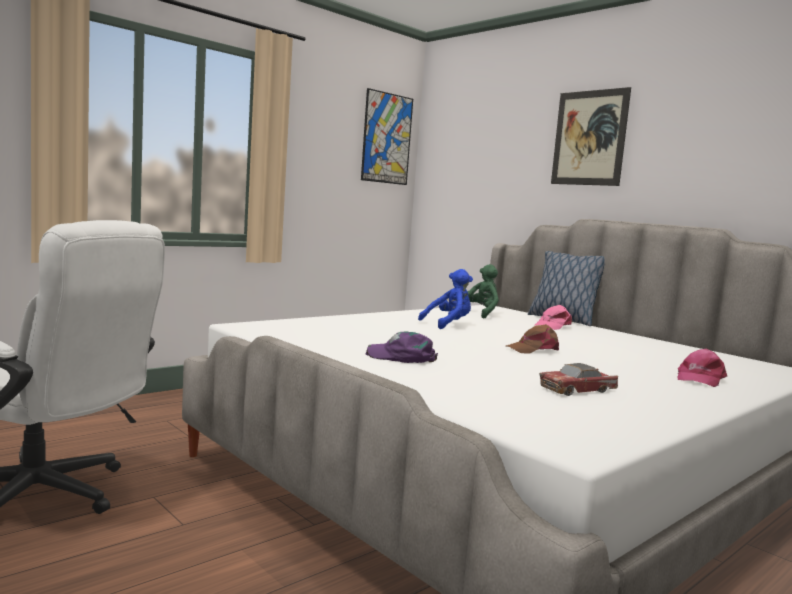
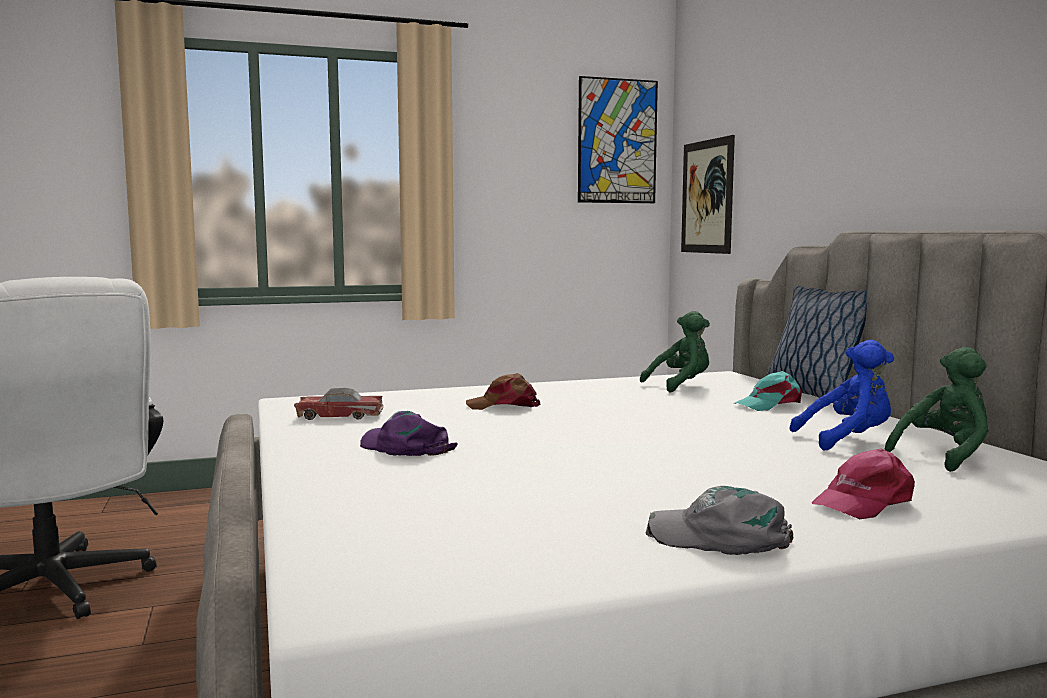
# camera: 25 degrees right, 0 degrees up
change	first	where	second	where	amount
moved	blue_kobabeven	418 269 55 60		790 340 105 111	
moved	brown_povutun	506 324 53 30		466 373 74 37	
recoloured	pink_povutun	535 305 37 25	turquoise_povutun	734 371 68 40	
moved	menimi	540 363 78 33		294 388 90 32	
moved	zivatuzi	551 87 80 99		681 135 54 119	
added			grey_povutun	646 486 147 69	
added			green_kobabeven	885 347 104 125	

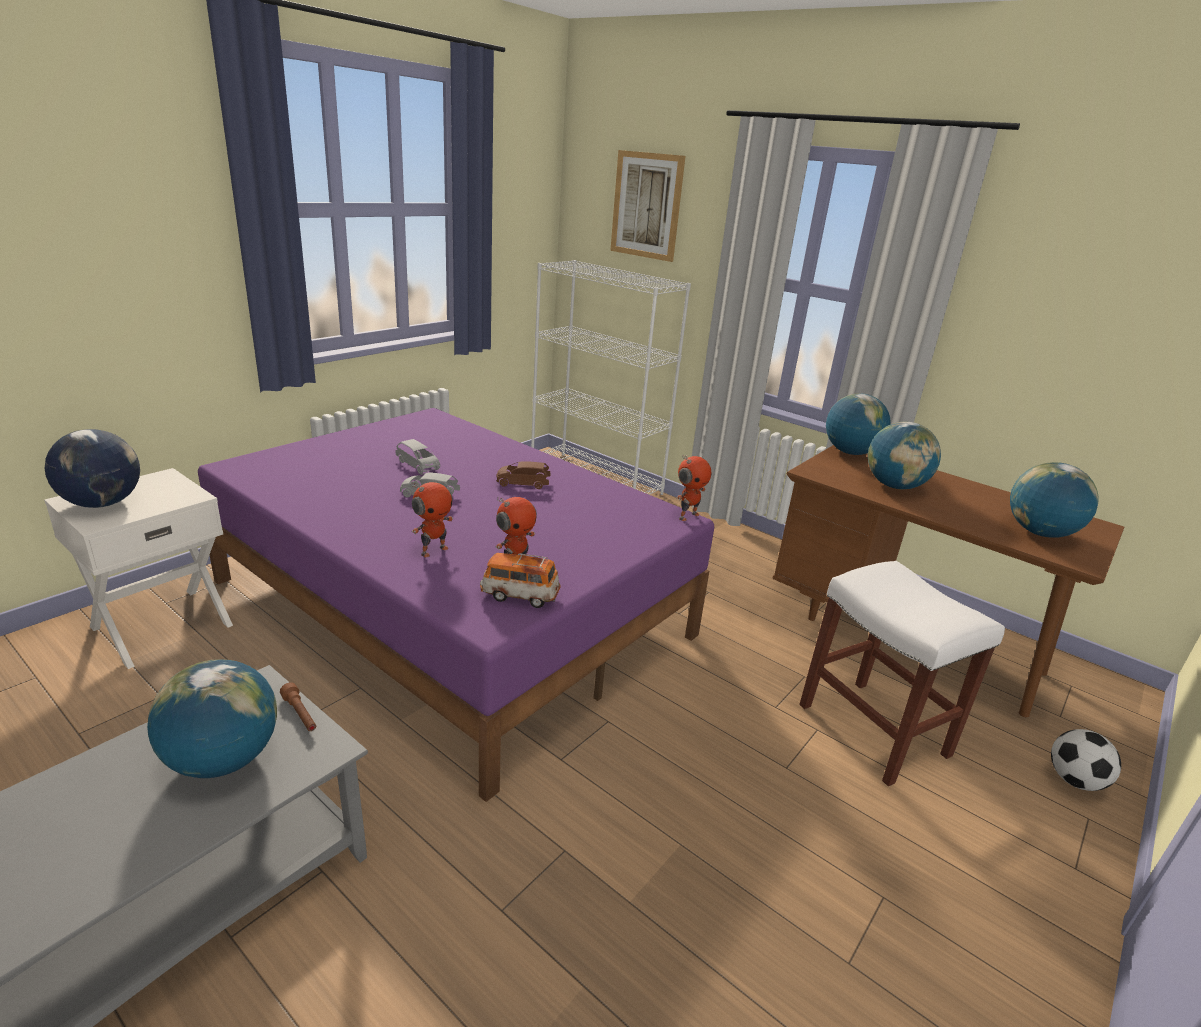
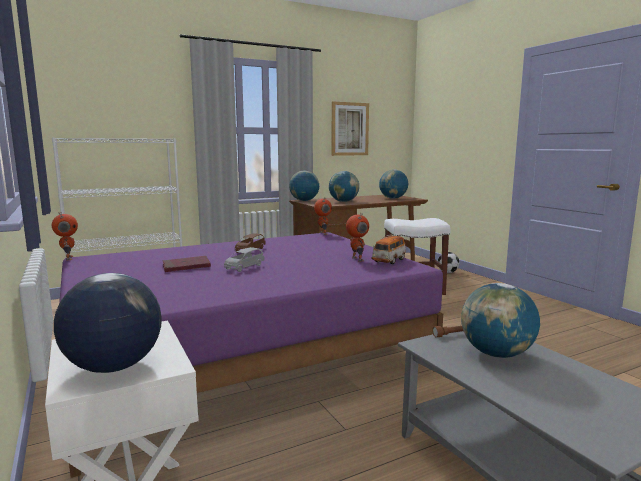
# camera: 65 degrees left, 15 degrees down
change	first	where	second	where	amount
replaced	grey_menimi	396 439 44 35	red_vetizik	163 256 48 16	
moved	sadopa	411 482 42 75		52 212 26 48	
moved	zivatuzi	610 150 75 112		331 102 38 54	

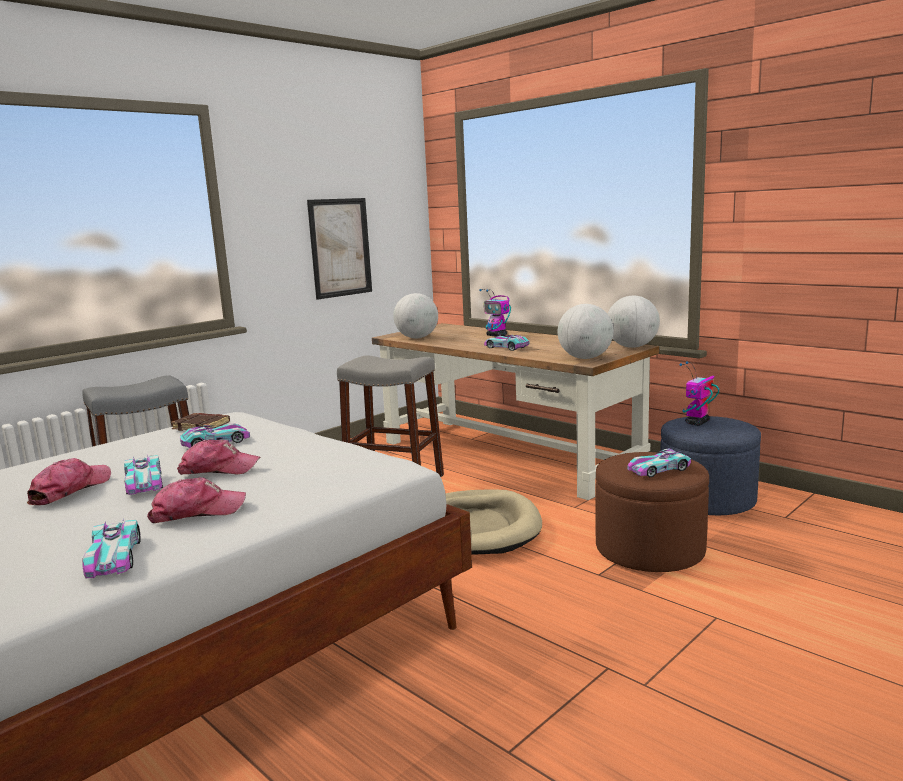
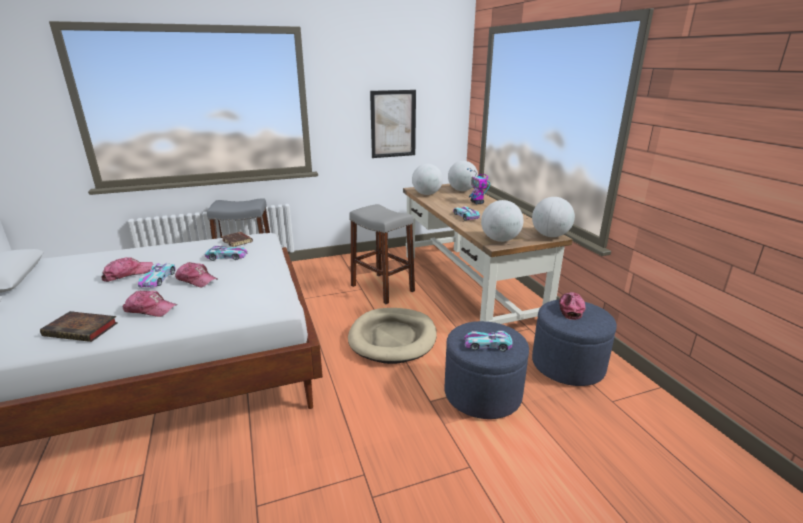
# camera: 25 degrees right, 10 degrees up
change	first	where	second	where	amount
replaced	menimi	82 519 59 59	vetizik	40 311 78 31	
recoloured	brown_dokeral	596 452 113 120	blue_dokeral	445 321 84 98	
replaced	sadopa	679 361 40 65	povutun	559 292 27 28	
added			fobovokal	448 161 30 30	

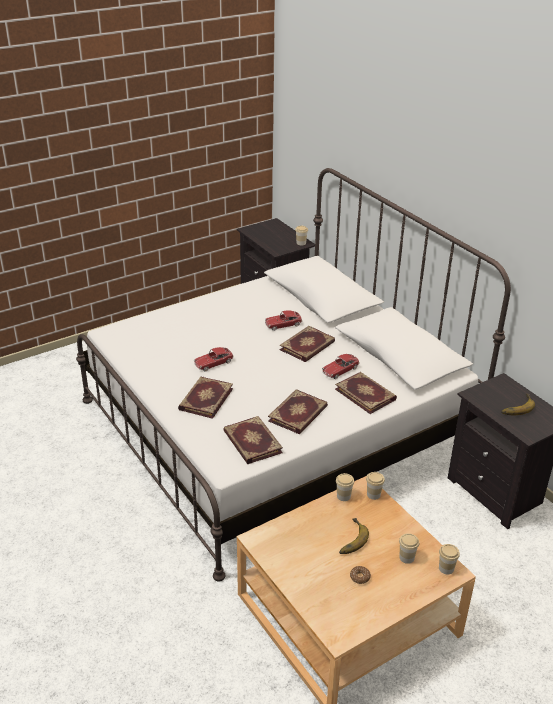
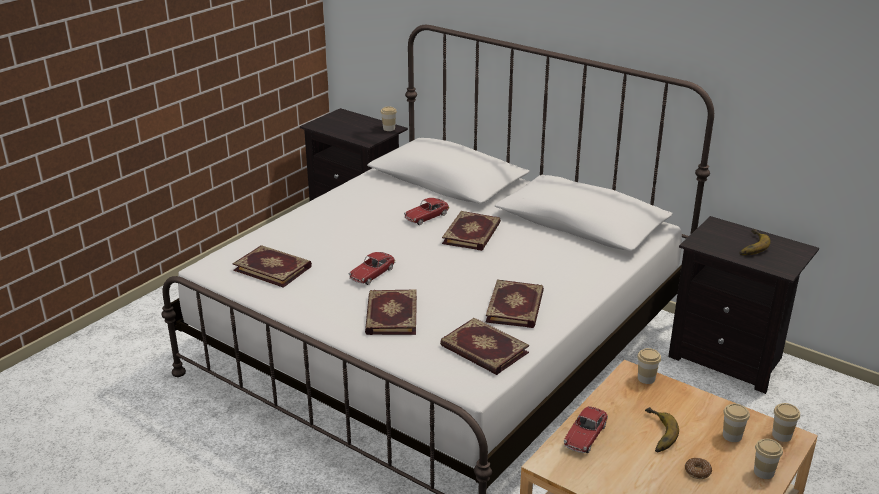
# camera: 20 degrees left, 5 degrees down
change	first	where	second	where	amount
moved	menimi	322 354 38 25		564 406 44 47	
moved	vetizik	335 372 62 42		233 245 79 43	
moved	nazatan	336 473 18 28		754 439 29 40	

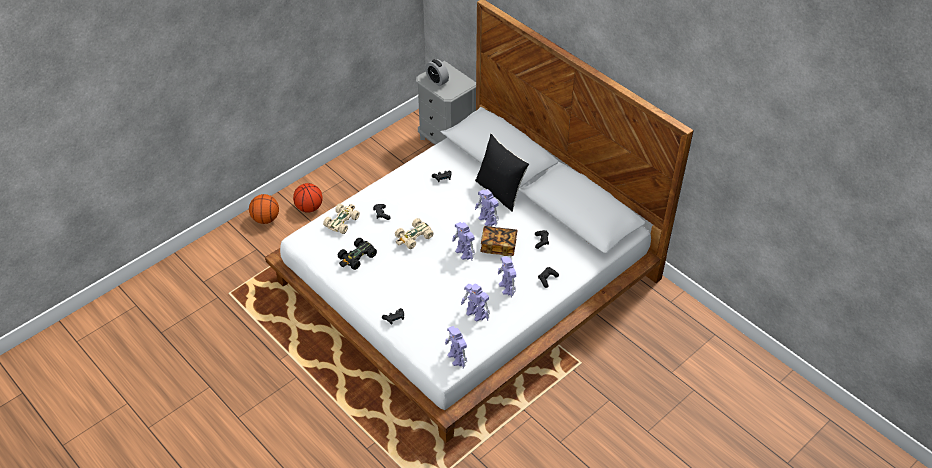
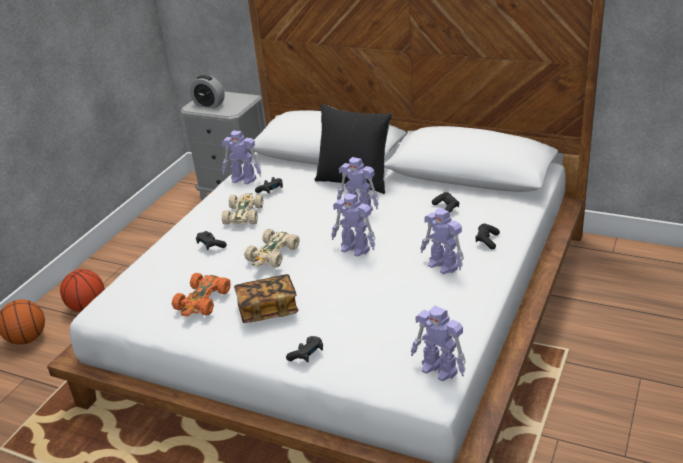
# camera: 20 degrees left, 15 degrees down
change	first	where	second	where	amount
moved	beige_menimi	323 203 37 31		222 193 42 32	
recoloured	black_menimi	337 238 40 32	orange_menimi	172 273 58 44	
moved	sadopa	461 283 29 39		222 131 39 53	
moved	vetizik	480 226 38 30		234 274 64 49	

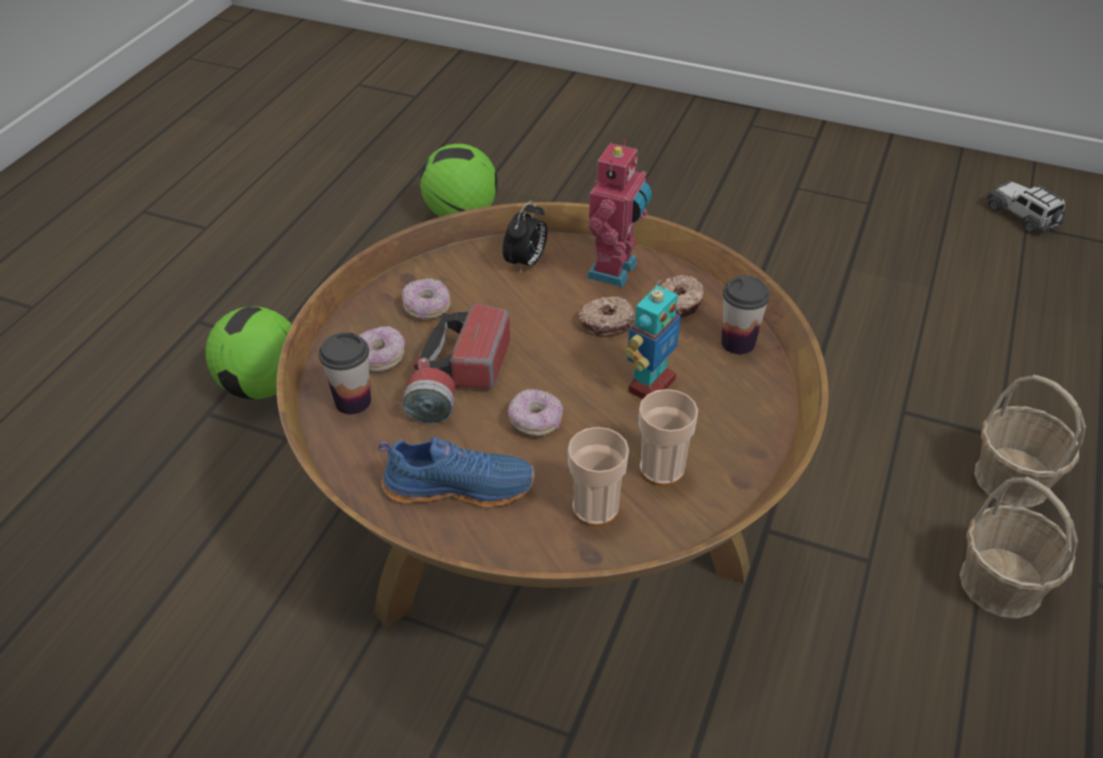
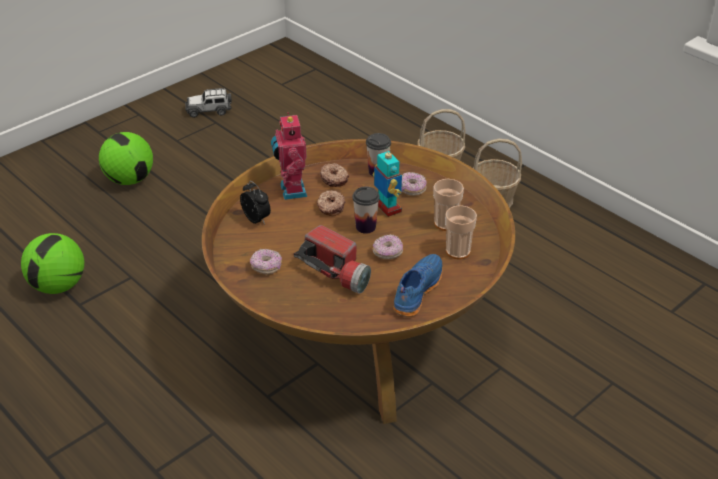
# camera: 65 degrees left, 5 degrees down
change	first	where	second	where	amount
moved	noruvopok	205 306 87 93		99 132 54 53	
moved	nazatan	319 332 52 83		352 187 28 47	
moved	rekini	358 326 47 46		401 172 26 24	
turned	sadopa	587 140 65 147		271 112 36 88	150 degrees counterclockwise
moved	menimi	986 180 79 53		185 88 47 30	

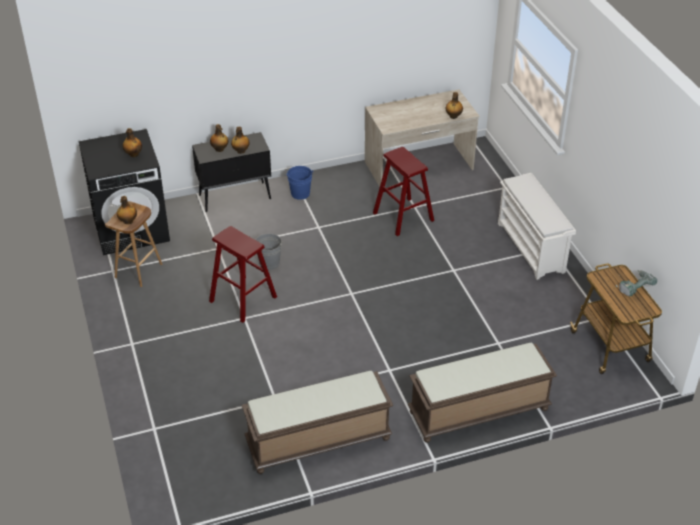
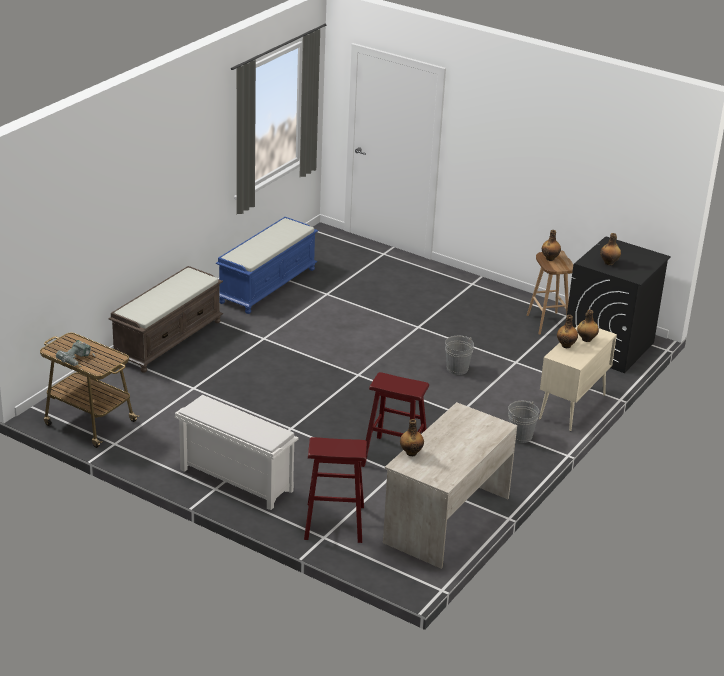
# camera: 140 degrees right, 10 degrees down
change	first	where	second	where	amount
recoloured	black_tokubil	192 132 79 80	beige_tokubil	539 326 78 105	
moved	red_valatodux	209 226 68 97		304 437 63 106	
recoloured	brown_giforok	242 371 152 103	blue_giforok	216 217 102 97	
recoloured	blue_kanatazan	286 166 28 34	grey_kanatazan	508 401 31 42	

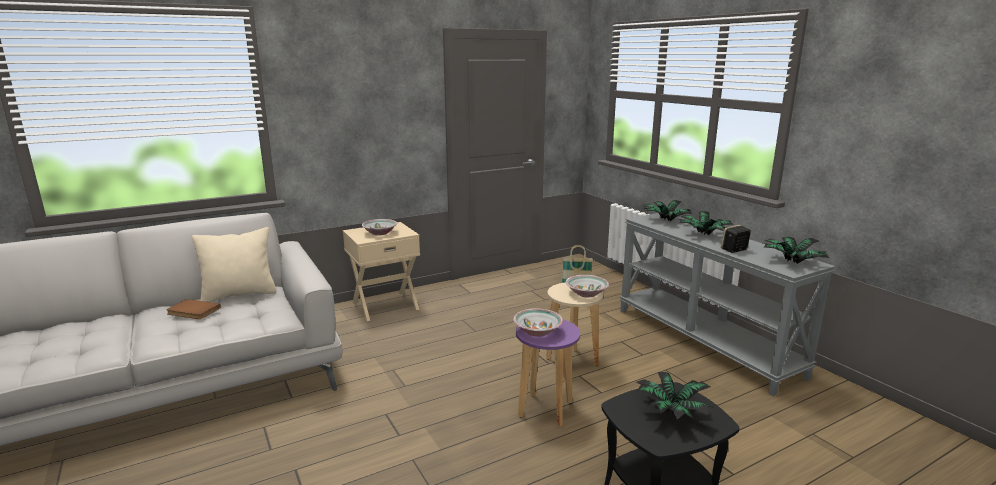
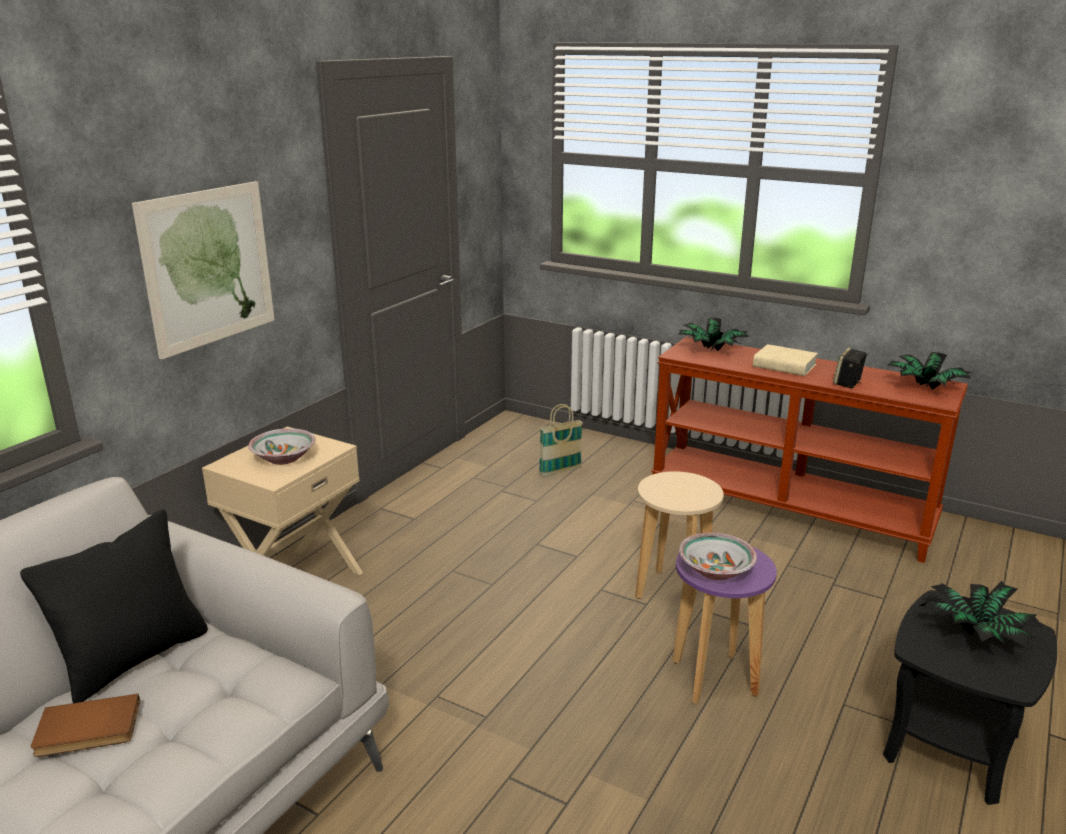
# camera: 30 degrees left, 5 degrees up
change	first	where	second	where	amount
recoloured	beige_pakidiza	192 227 85 75	black_pakidiza	20 509 188 194	
removed	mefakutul	566 275 43 23			
recoloured	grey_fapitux	619 213 216 183	brown_fapitux	651 337 317 226	
replaced	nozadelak	679 211 55 24	beige_vetizik	753 344 65 32	
added			zivatuzi	132 181 142 179	

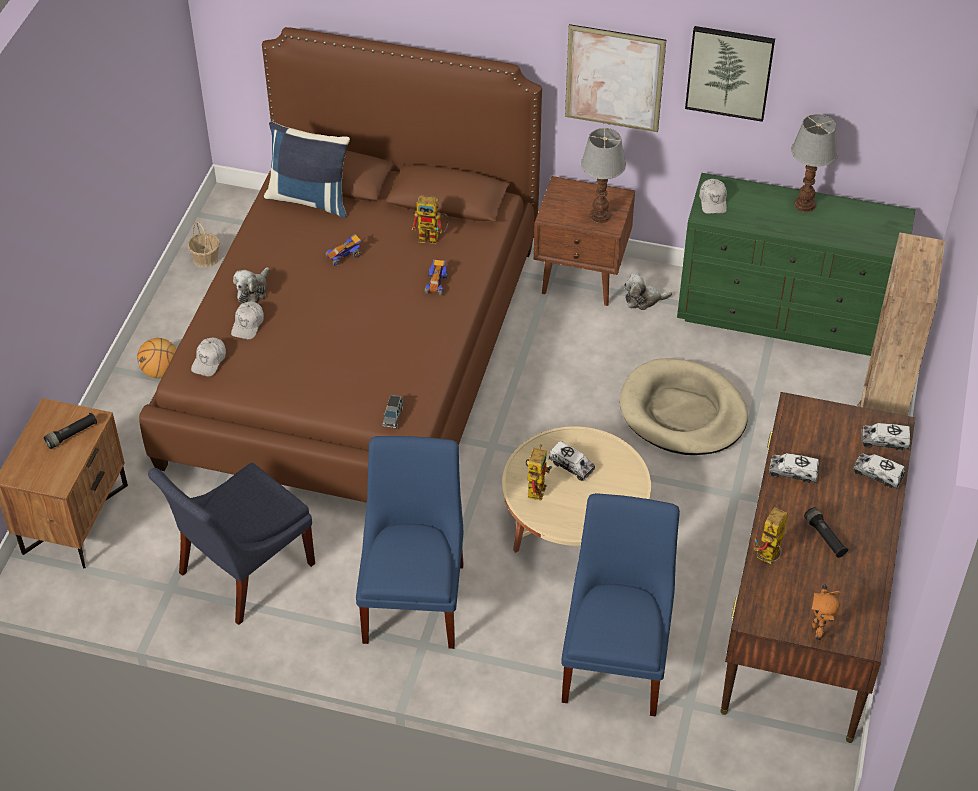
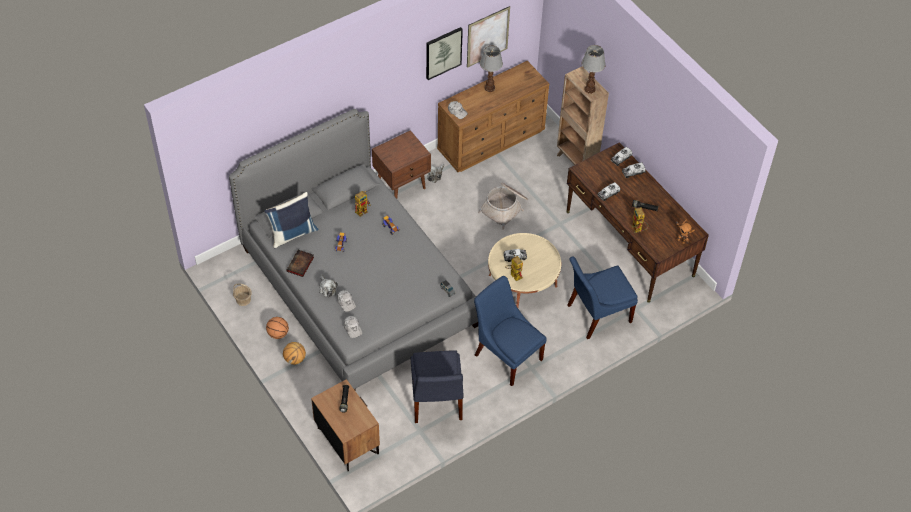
# camera: 50 degrees left, 5 degrees up
change	first	where	second	where	amount
recoloured	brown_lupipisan	139 27 403 476	grey_lupipisan	229 109 249 281	
turned	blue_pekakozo	561 493 119 223		567 256 71 83	75 degrees counterclockwise
moved	zivatuzi	565 24 101 108		467 6 43 62	
moved	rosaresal	581 128 45 95		582 45 24 49	
replaced	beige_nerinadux	620 358 128 97	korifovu	478 183 50 47	
recoloured	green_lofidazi	677 173 238 183	brown_lofidazi	437 61 112 111	
added			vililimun	266 317 23 22	
added			vetizik	286 250 28 27	

